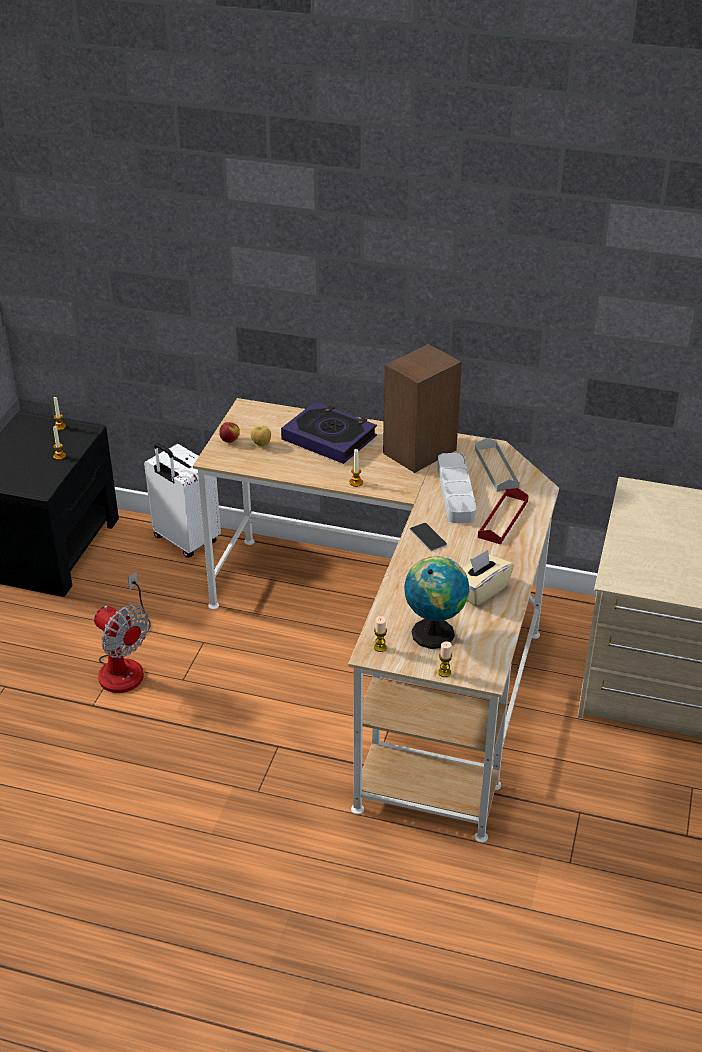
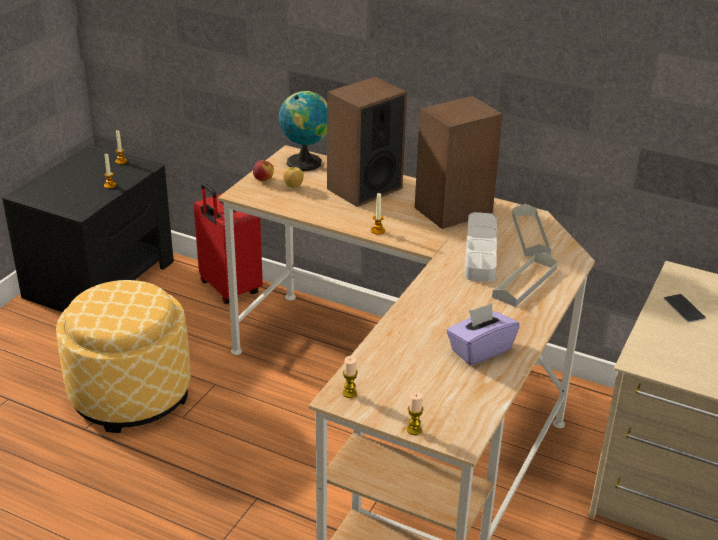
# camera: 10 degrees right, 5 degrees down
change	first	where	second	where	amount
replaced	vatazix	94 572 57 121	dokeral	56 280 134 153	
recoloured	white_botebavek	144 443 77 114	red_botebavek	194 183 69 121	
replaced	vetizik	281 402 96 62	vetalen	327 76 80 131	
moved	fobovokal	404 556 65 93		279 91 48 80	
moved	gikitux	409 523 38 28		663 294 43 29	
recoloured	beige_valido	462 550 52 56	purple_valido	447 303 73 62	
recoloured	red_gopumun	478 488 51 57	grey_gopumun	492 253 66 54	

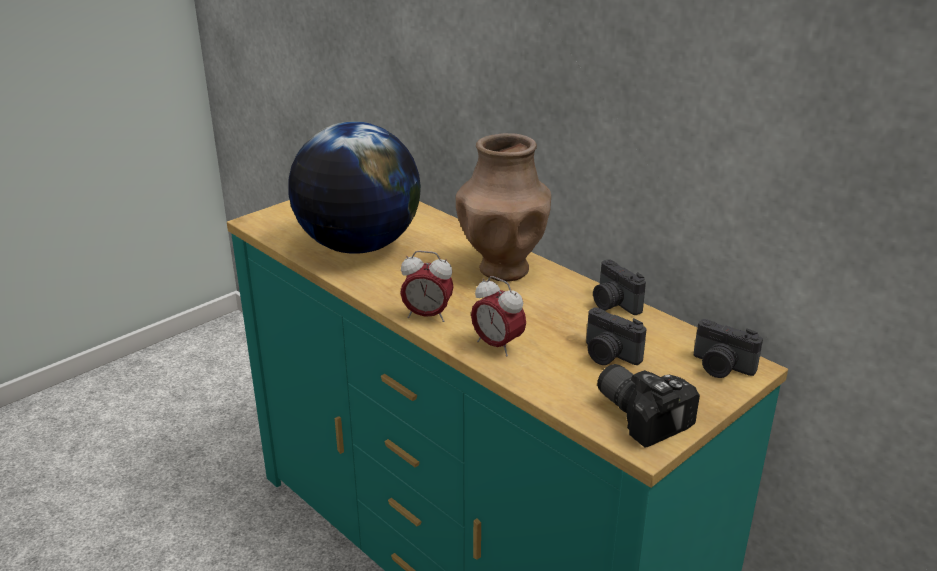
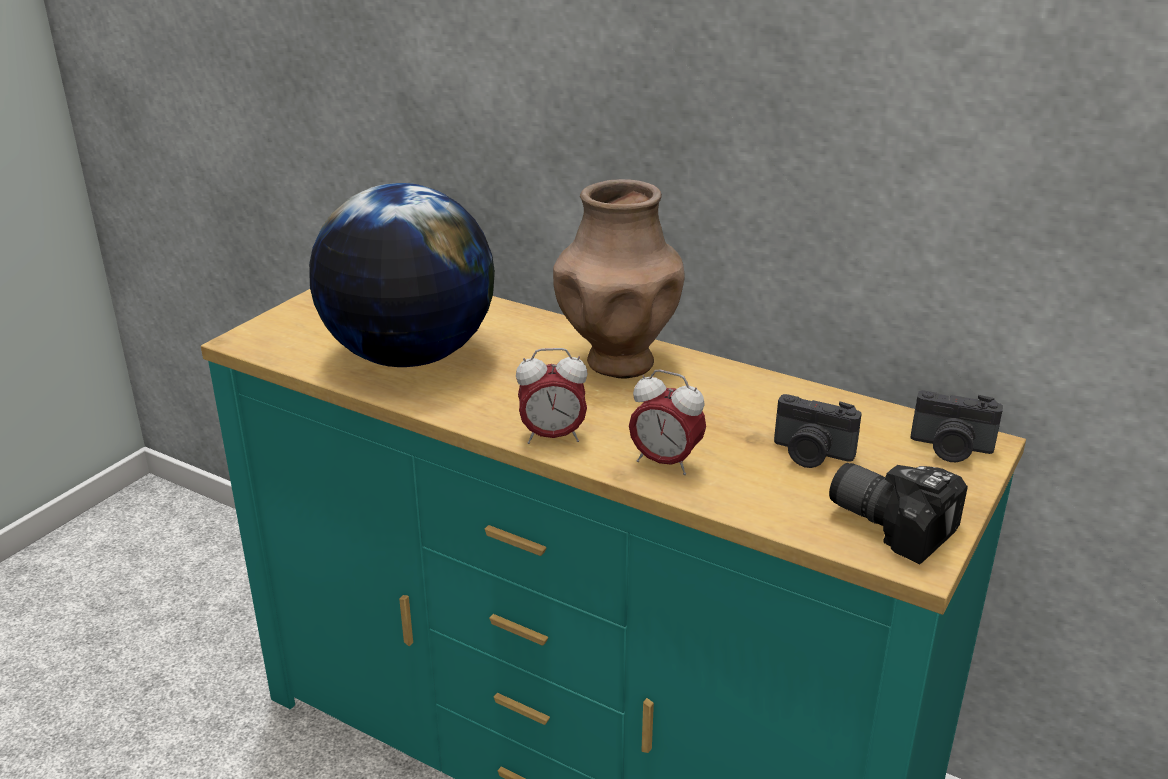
# camera: 15 degrees left, 0 degrees up
change	first	where	second	where	amount
removed	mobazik	593 259 53 56			

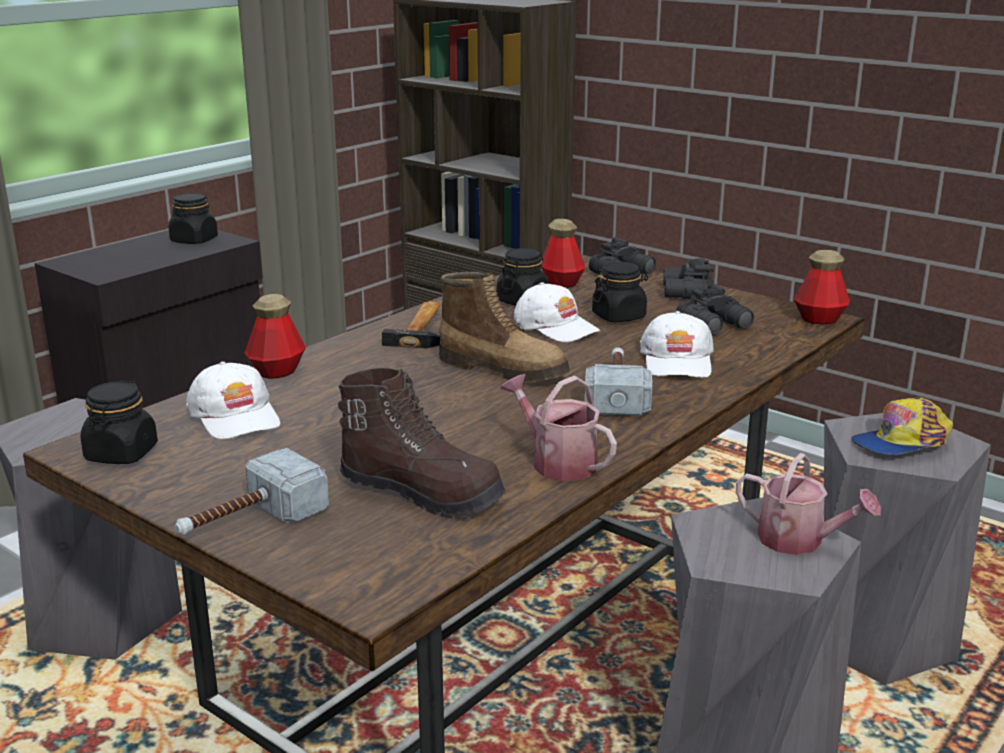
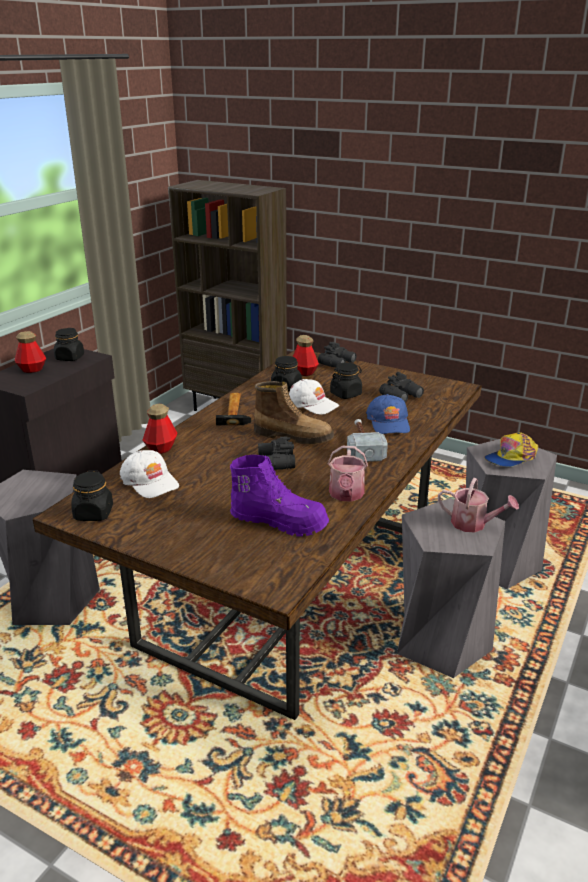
# camera: 10 degrees left, 5 degrees up
change	first	where	second	where	amount
removed	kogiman	175 448 154 87			
recoloured	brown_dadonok	338 368 167 149	purple_dadonok	230 455 99 81	
turned	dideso	501 374 116 107		328 446 40 56	120 degrees counterclockwise
recoloured	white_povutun	640 311 74 67	blue_povutun	366 394 44 40	
moved	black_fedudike	663 258 51 41		258 437 37 33	
moved	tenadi	794 250 56 74		15 331 31 42	

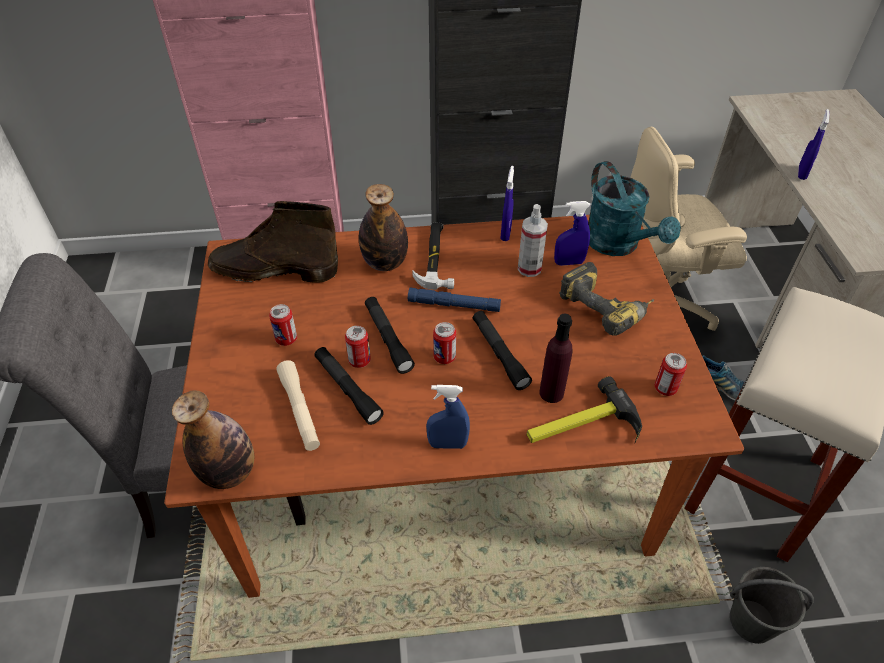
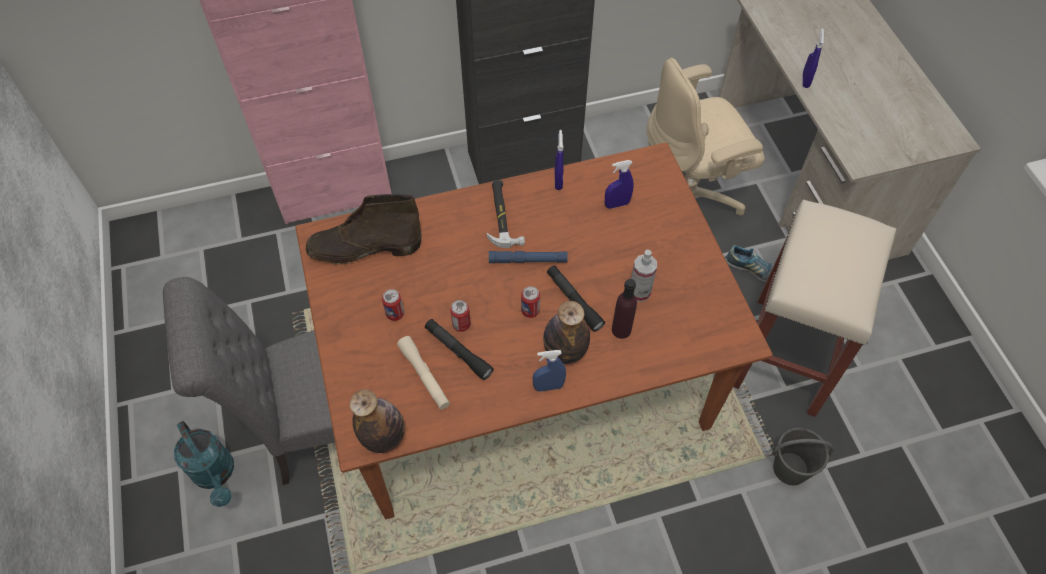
# camera: 10 degrees left, 10 degrees up
change	first	where	second	where	amount
moved	tenadi	359 184 49 87		543 301 47 63	
removed	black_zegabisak	365 297 50 77			
moved	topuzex	518 204 30 73		631 249 26 53	
removed	kogiman	527 376 115 67			
removed	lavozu	559 262 95 74			
moved	turquoise_dideso	588 161 93 95		174 421 60 86	
removed	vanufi	655 353 32 43			

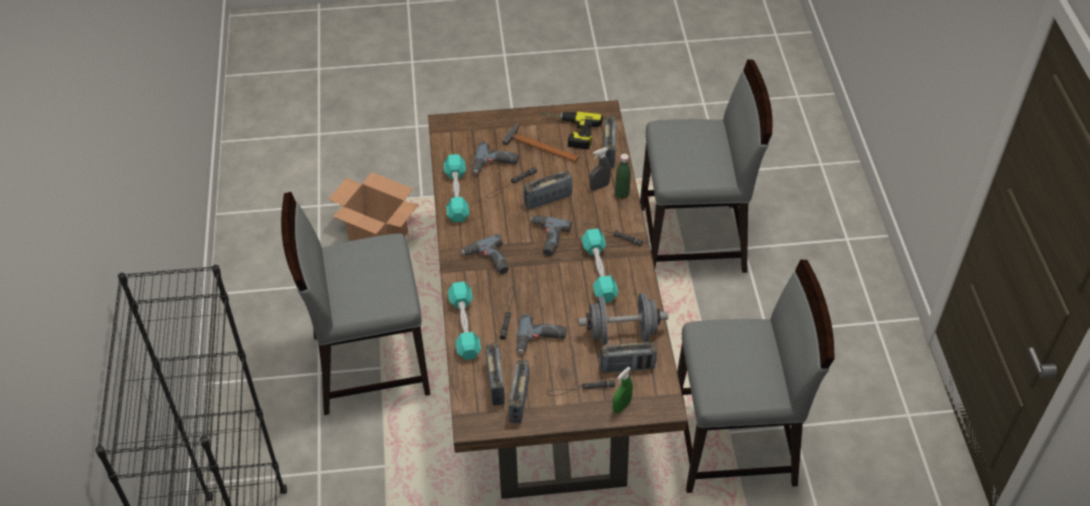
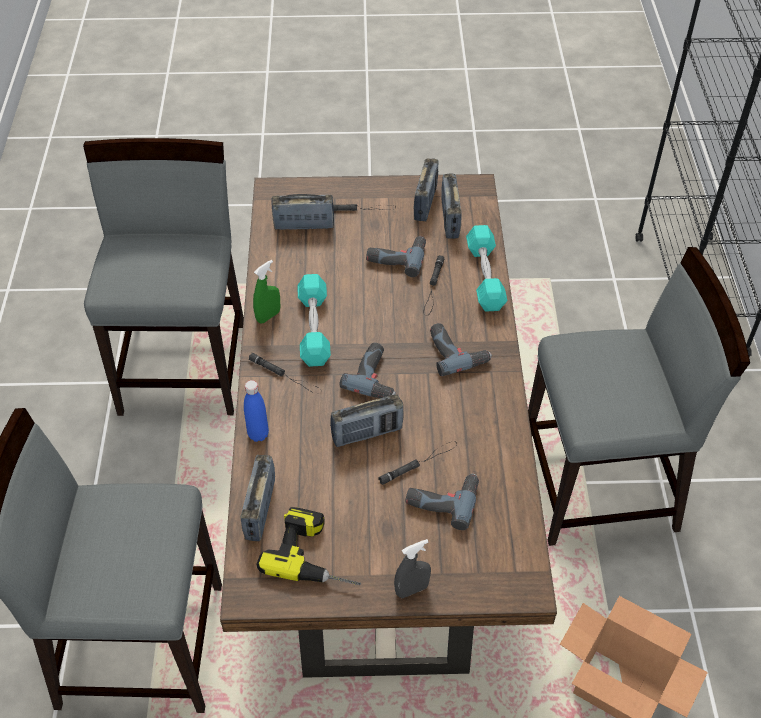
# camera: 175 degrees left, 0 degrees up
change	first	where	second	where	amount
removed	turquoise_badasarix	444 154 25 68			
removed	kogiman	502 123 77 39			
removed	grey_badasarix	578 293 90 52			
moved	grey_topuzex	589 148 22 43		394 539 37 59	
moved	green_topuzex	612 367 21 46		253 260 27 63	
recoloured	green_tenadi	615 154 16 45	blue_tenadi	244 380 25 62	
turned	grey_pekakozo	677 260 158 233		83 138 161 278	90 degrees clockwise

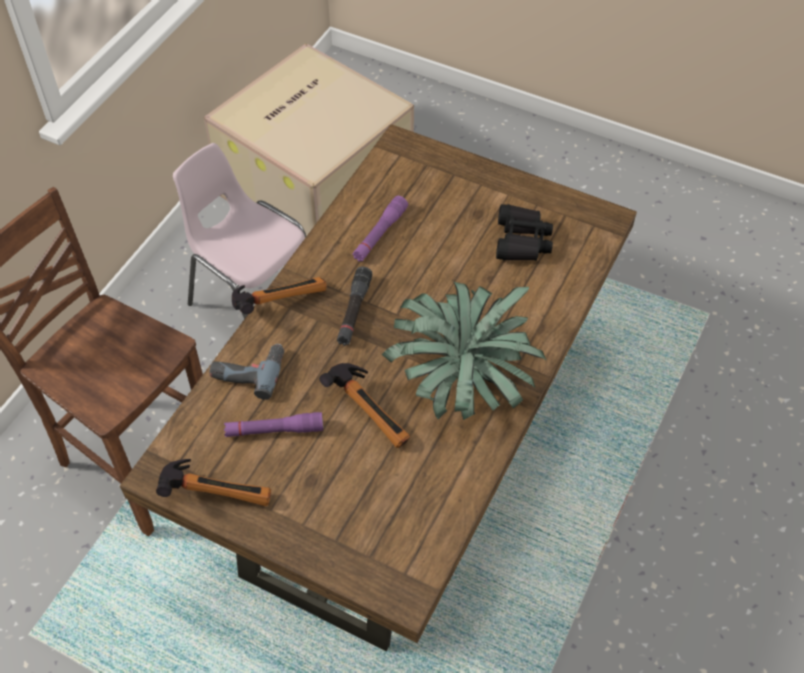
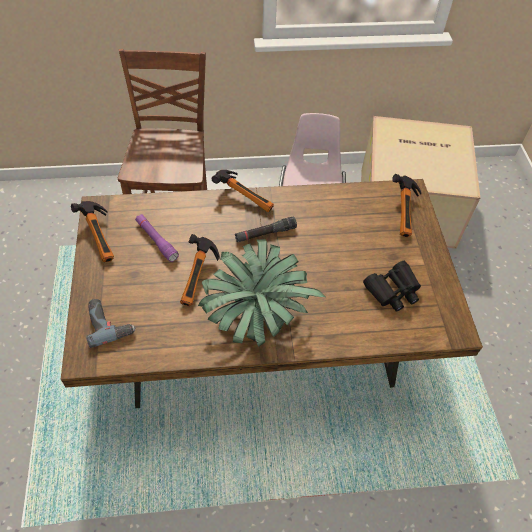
# camera: 55 degrees right, 0 degrees up
change	first	where	second	where	amount
moved	lavozu	209 344 75 56		86 299 50 49	
removed	purple_zegabisak	352 196 56 66			
added			kogiman	392 174 30 63	

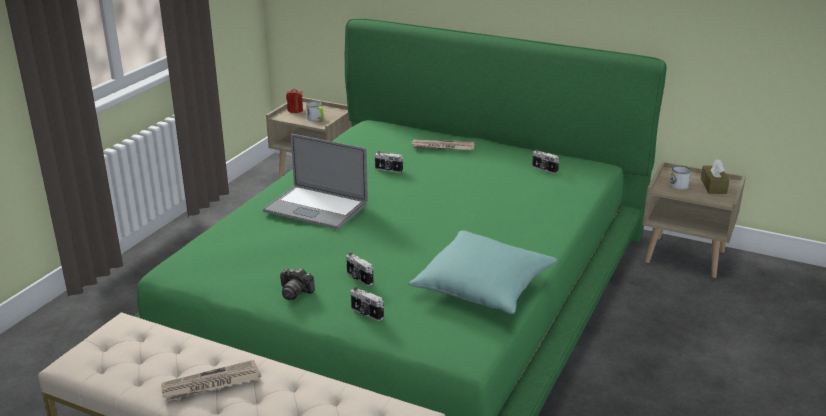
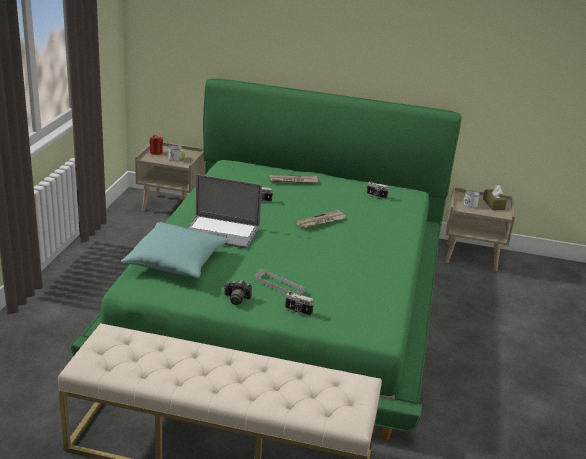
# camera: 15 degrees left, 0 degrees up
change	first	where	second	where	amount
moved	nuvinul	161 360 100 40		296 210 50 19	
replaced	mobazik	346 253 27 33	grey_gopumun	255 269 50 26	
moved	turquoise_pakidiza	408 230 149 84		121 222 108 56	

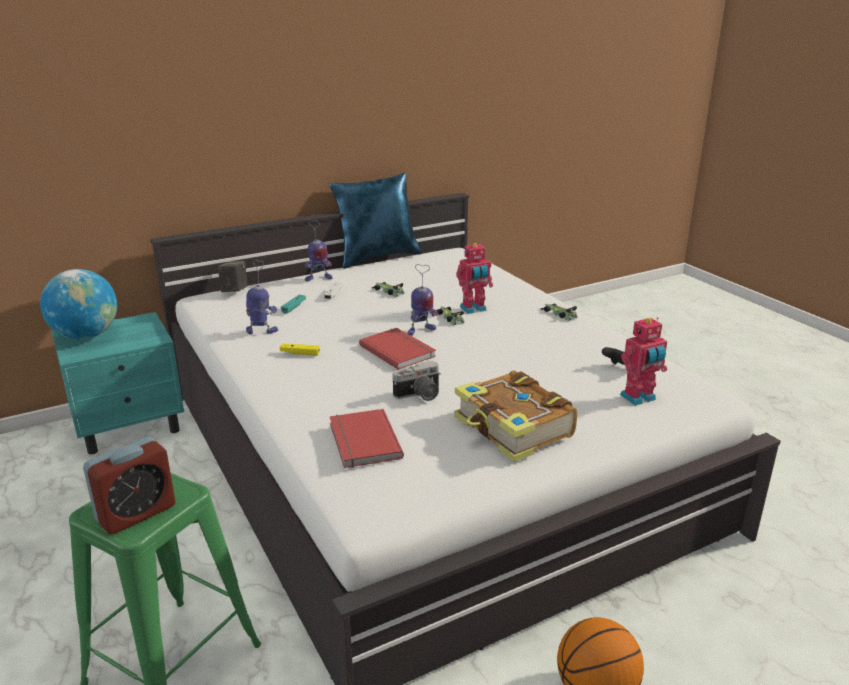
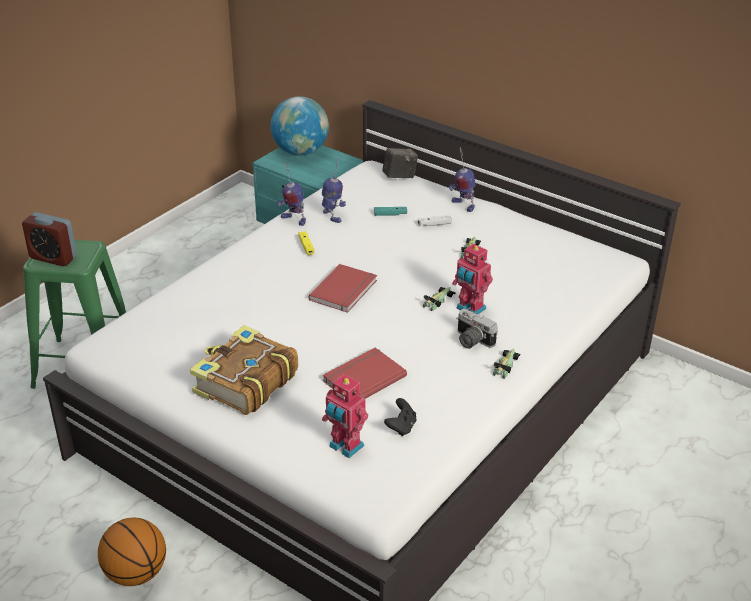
# camera: 65 degrees right, 10 degrees up
change	first	where	second	where	amount
removed	blue_pakidiza	329 173 93 96			
moved	red_vetizik	330 409 74 59		323 347 84 52	
moved	mobazik	393 361 48 40		456 309 42 40	
moved	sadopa	407 264 31 72		277 162 29 64	

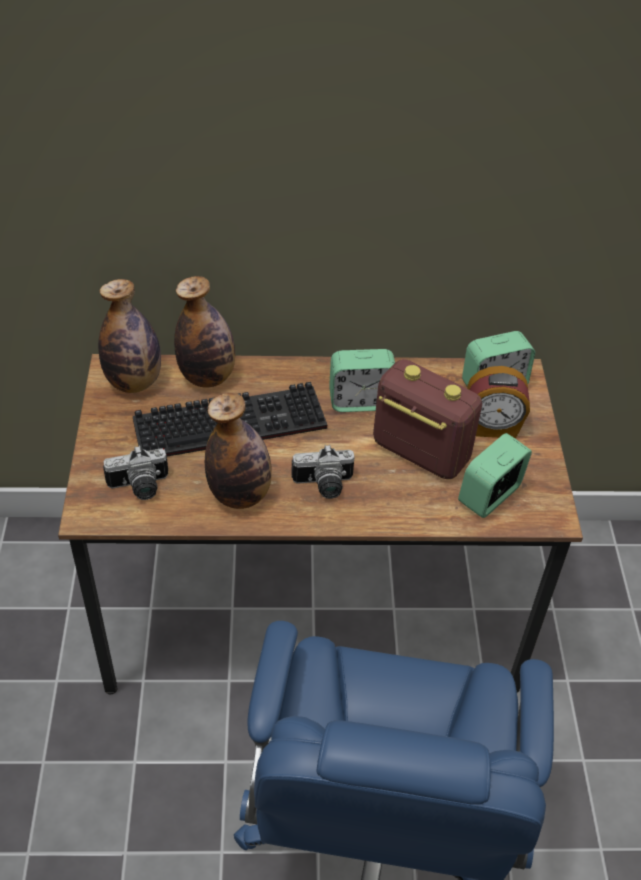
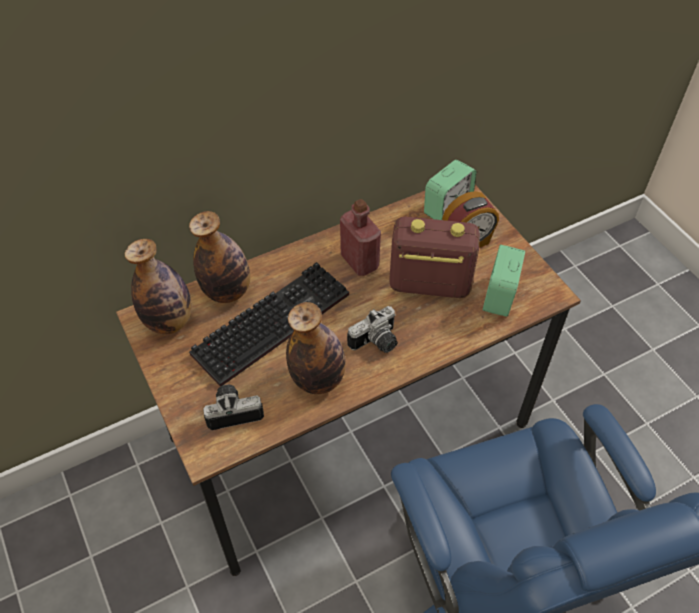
# camera: 25 degrees left, 5 degrees up
change	first	where	second	where	amount
turned	mobazik	103 446 65 54		203 385 61 45	150 degrees counterclockwise
replaced	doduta	329 349 66 63	red_tenadi	340 199 41 77	

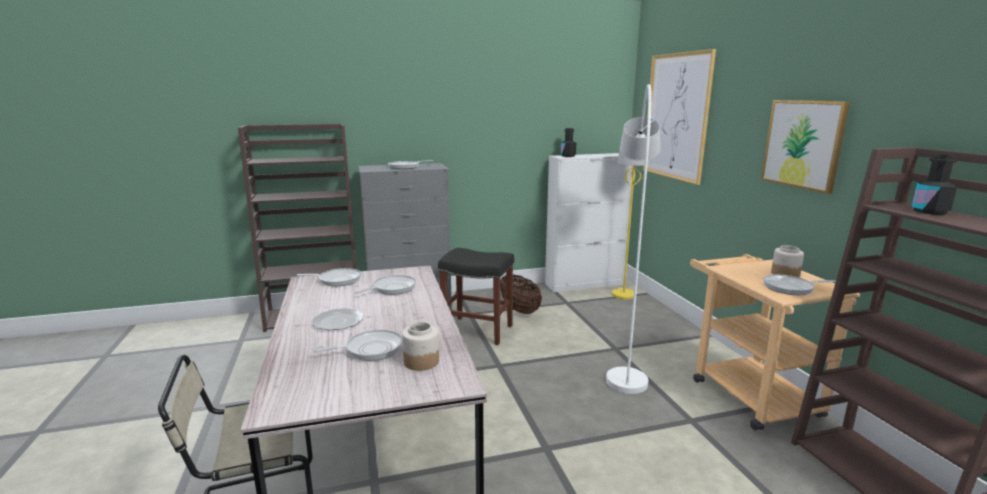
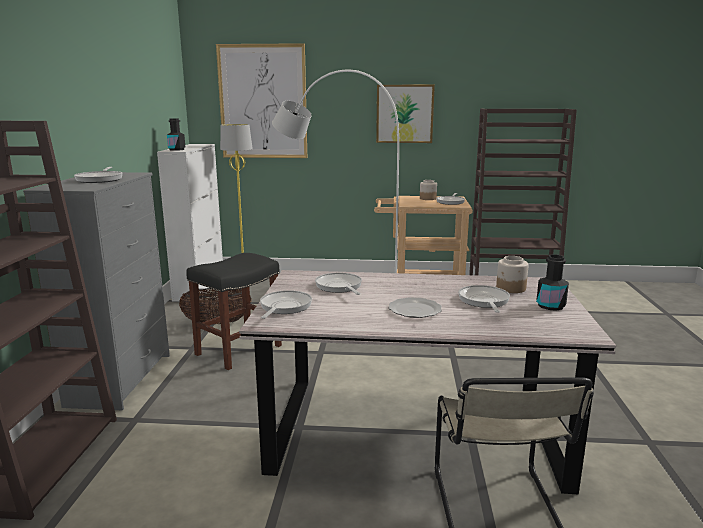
# camera: 70 degrees left, 0 degrees up
change	first	where	second	where	amount
moved	black_tenadi	912 155 46 60		536 254 33 57	

